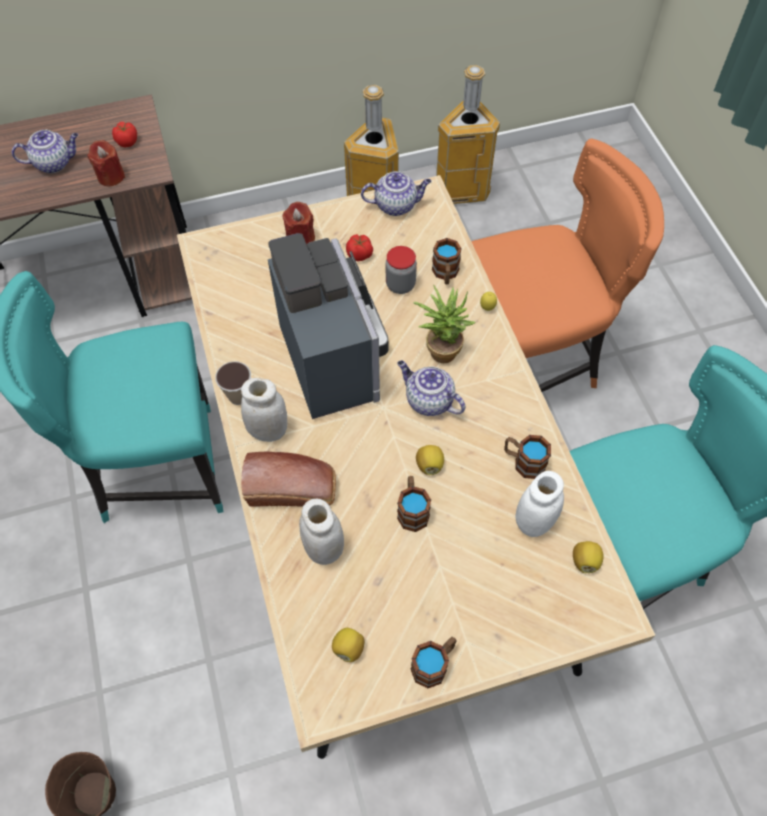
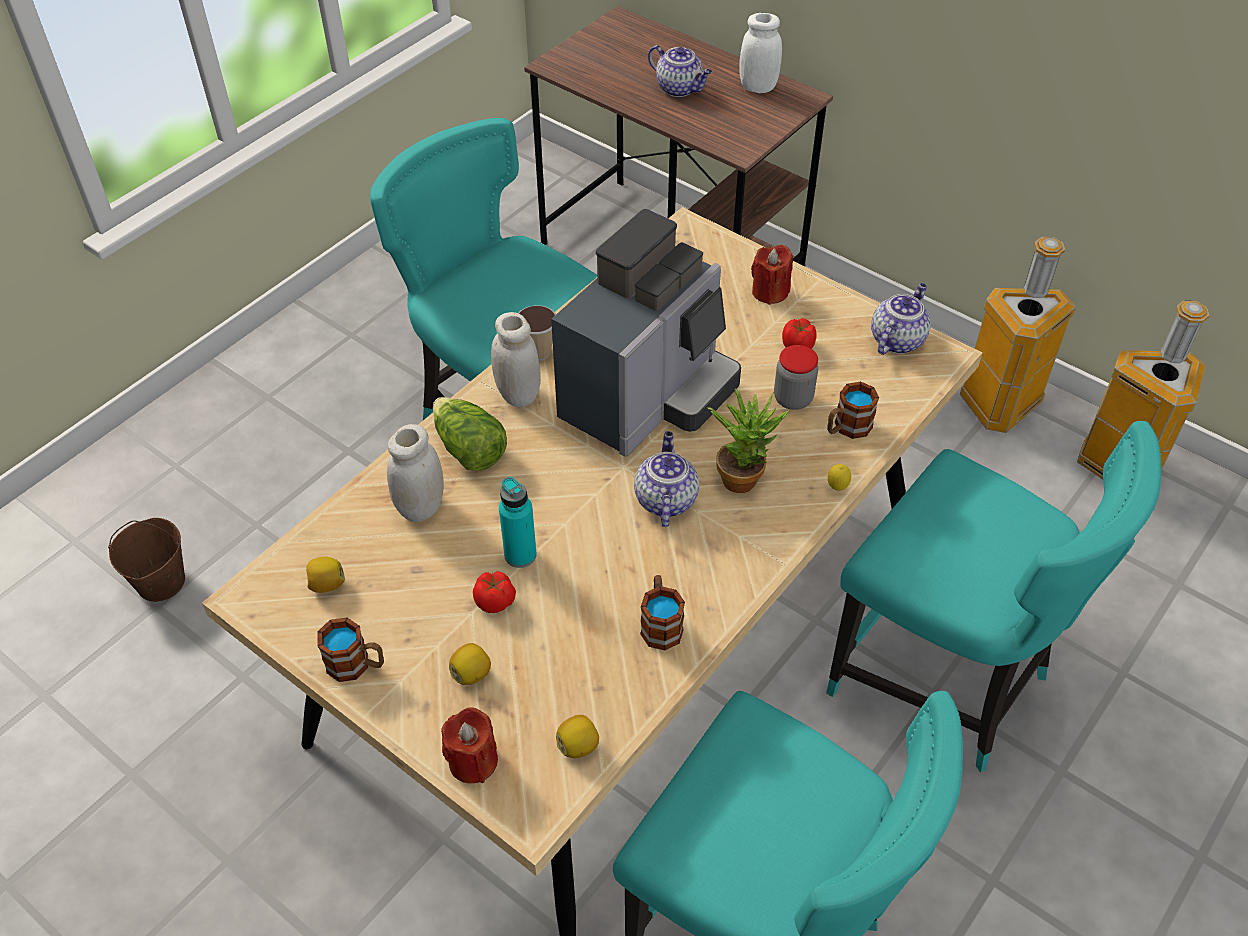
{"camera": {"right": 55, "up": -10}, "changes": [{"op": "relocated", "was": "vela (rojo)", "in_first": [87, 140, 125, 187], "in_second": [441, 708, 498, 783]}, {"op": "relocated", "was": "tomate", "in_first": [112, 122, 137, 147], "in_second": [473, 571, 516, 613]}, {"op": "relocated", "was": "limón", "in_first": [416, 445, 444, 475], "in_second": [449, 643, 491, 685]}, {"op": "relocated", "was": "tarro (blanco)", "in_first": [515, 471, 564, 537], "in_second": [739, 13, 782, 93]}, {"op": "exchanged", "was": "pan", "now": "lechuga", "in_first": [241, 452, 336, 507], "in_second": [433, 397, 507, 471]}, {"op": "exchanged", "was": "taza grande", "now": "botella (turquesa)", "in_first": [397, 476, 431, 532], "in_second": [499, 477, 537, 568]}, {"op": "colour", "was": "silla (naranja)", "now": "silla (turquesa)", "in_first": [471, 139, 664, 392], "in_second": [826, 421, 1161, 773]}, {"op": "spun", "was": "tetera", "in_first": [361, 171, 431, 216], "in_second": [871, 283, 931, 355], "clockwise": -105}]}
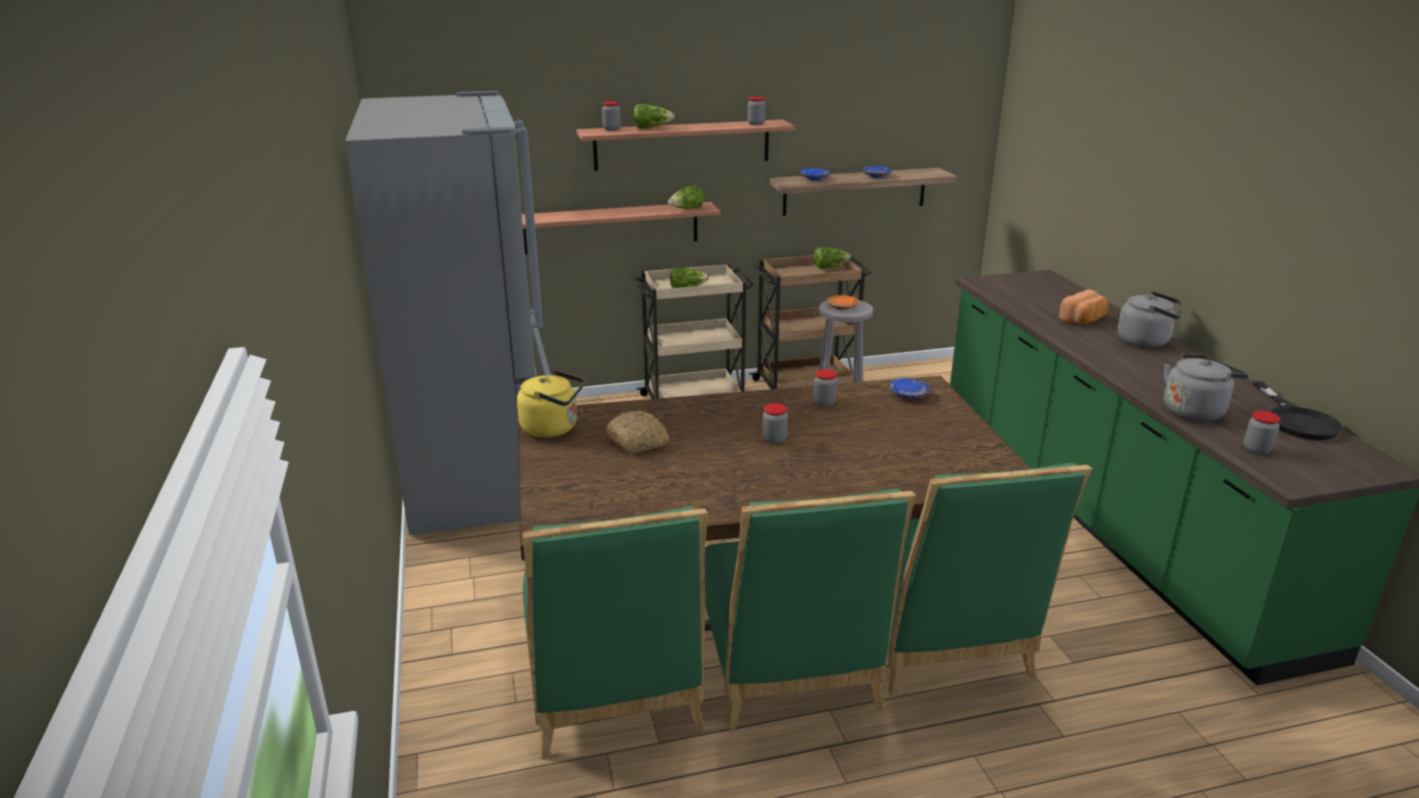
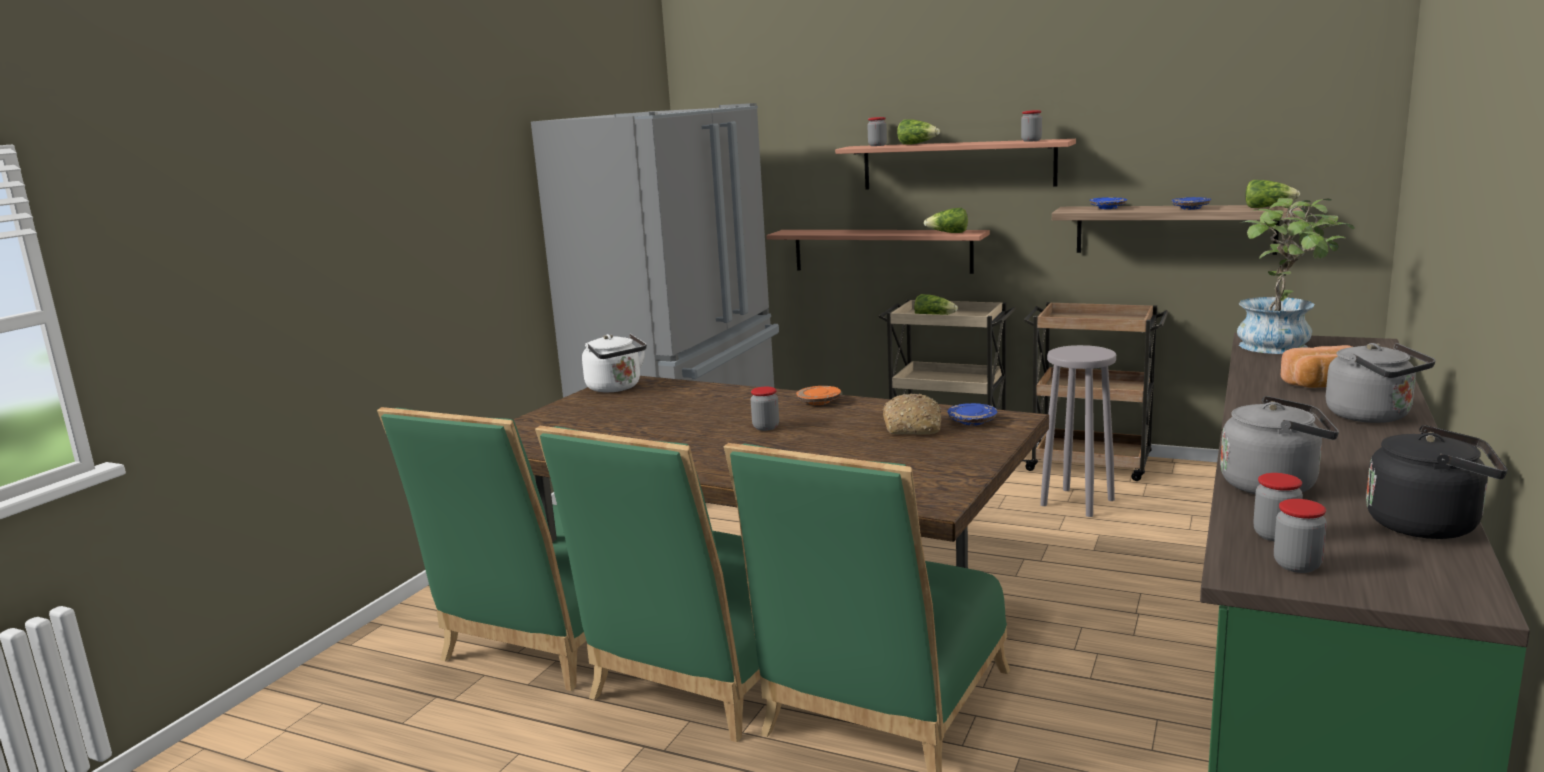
{"camera": {"right": 40, "up": -10}, "changes": [{"op": "appeared", "now": "planta en maceta", "in_second": [1237, 198, 1355, 354]}, {"op": "relocated", "was": "pan", "in_first": [606, 411, 669, 454], "in_second": [883, 394, 942, 435]}, {"op": "relocated", "was": "tarro", "in_first": [813, 369, 837, 407], "in_second": [1274, 499, 1327, 573]}, {"op": "relocated", "was": "lechuga", "in_first": [814, 247, 851, 269], "in_second": [1245, 180, 1300, 208]}, {"op": "relocated", "was": "plato (naranja)", "in_first": [827, 295, 859, 310], "in_second": [796, 386, 841, 405]}, {"op": "exchanged", "was": "sartén (negro)", "now": "hervidor (negro)", "in_first": [1253, 381, 1343, 441], "in_second": [1366, 425, 1508, 539]}, {"op": "colour", "was": "hervidor (amarillo)", "now": "hervidor (blanco)", "in_first": [517, 370, 585, 438], "in_second": [582, 334, 647, 393]}]}
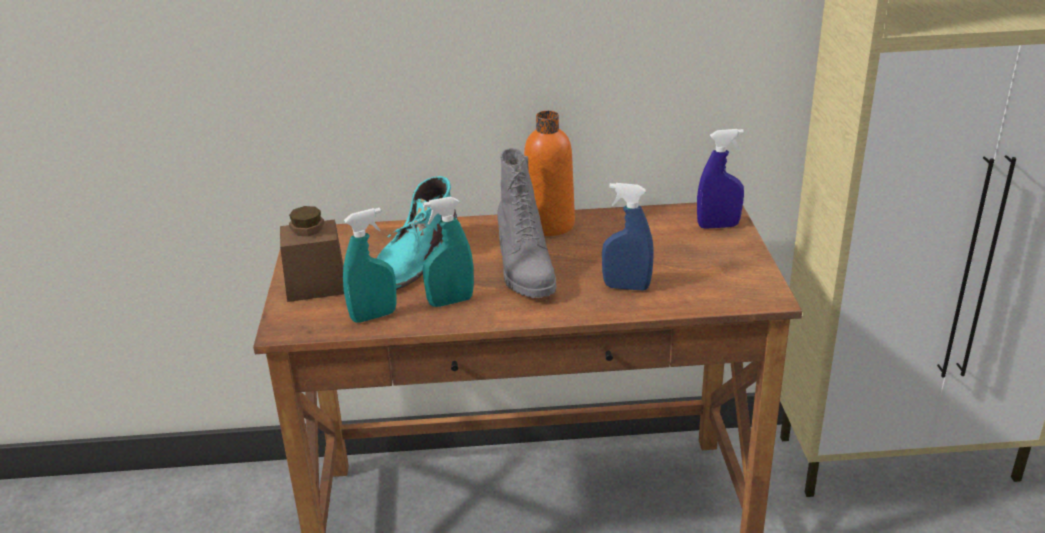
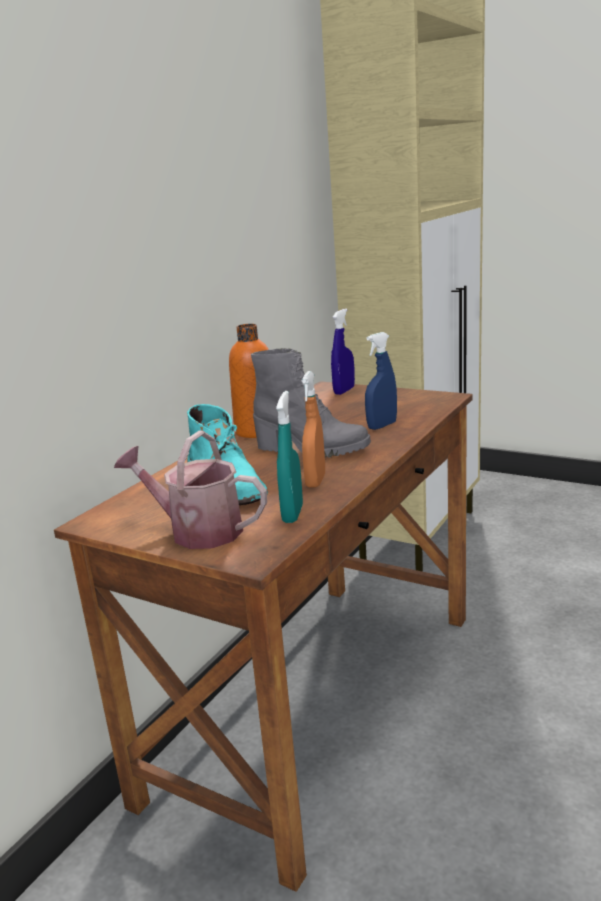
{"camera": {"right": -55, "up": -10}, "changes": [{"op": "exchanged", "was": "tarro (marrón)", "now": "regadera", "in_first": [280, 206, 344, 302], "in_second": [114, 431, 267, 549]}, {"op": "colour", "was": "pulverizador (turquesa)", "now": "pulverizador (naranja)", "in_first": [423, 197, 474, 307], "in_second": [302, 371, 325, 488]}]}
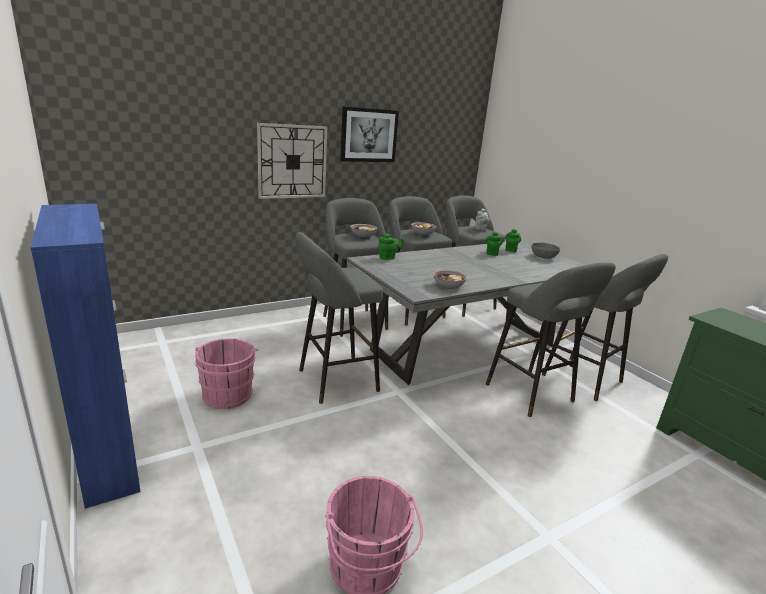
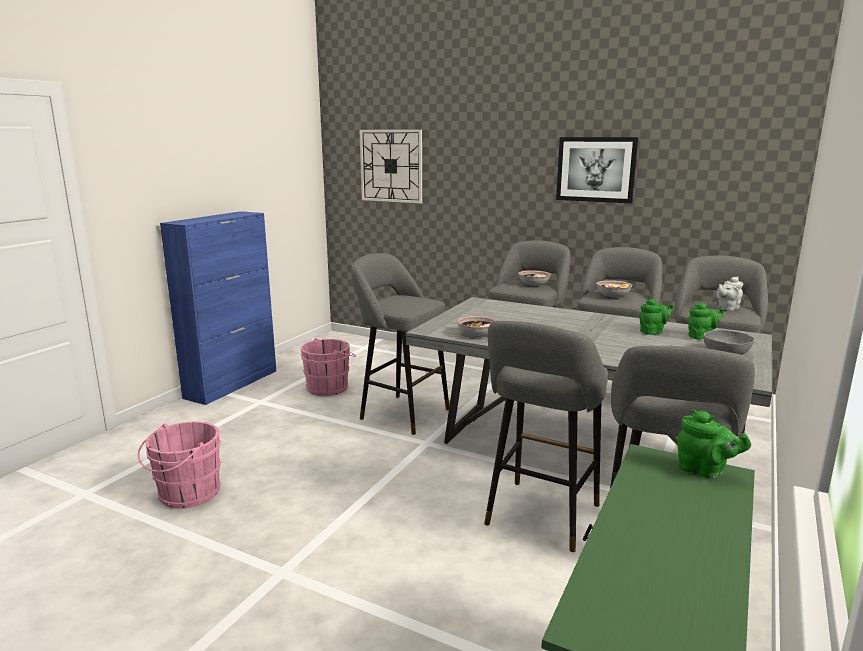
{"camera": {"right": 60, "up": -5}, "changes": [{"op": "relocated", "was": "reloj de pared", "in_first": [257, 123, 327, 199], "in_second": [359, 129, 422, 203]}, {"op": "relocated", "was": "tetera (verde)", "in_first": [378, 234, 404, 260], "in_second": [677, 409, 751, 479]}]}
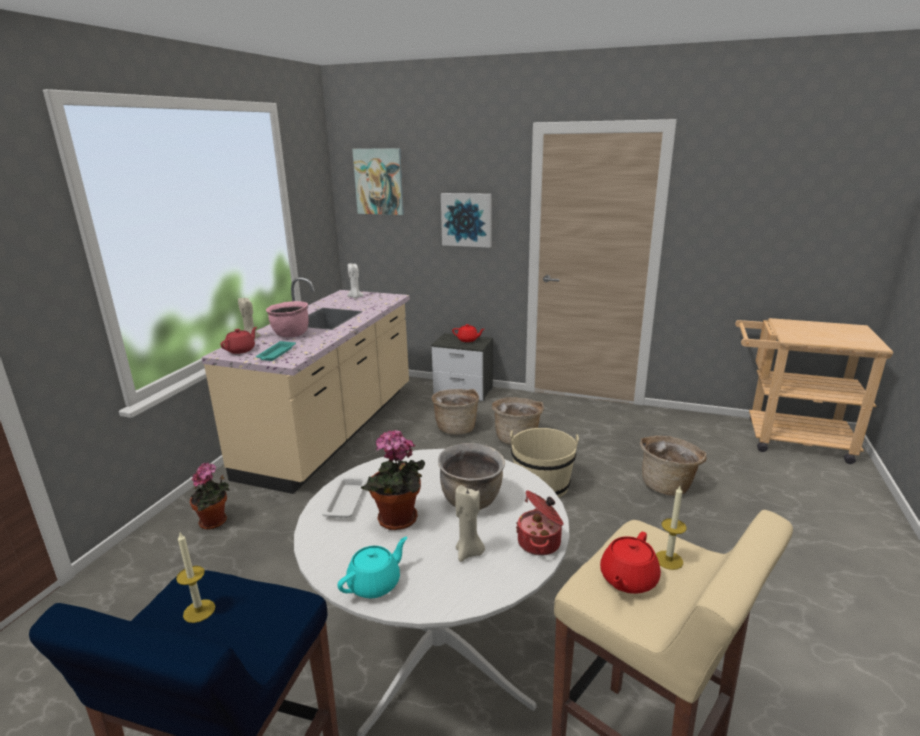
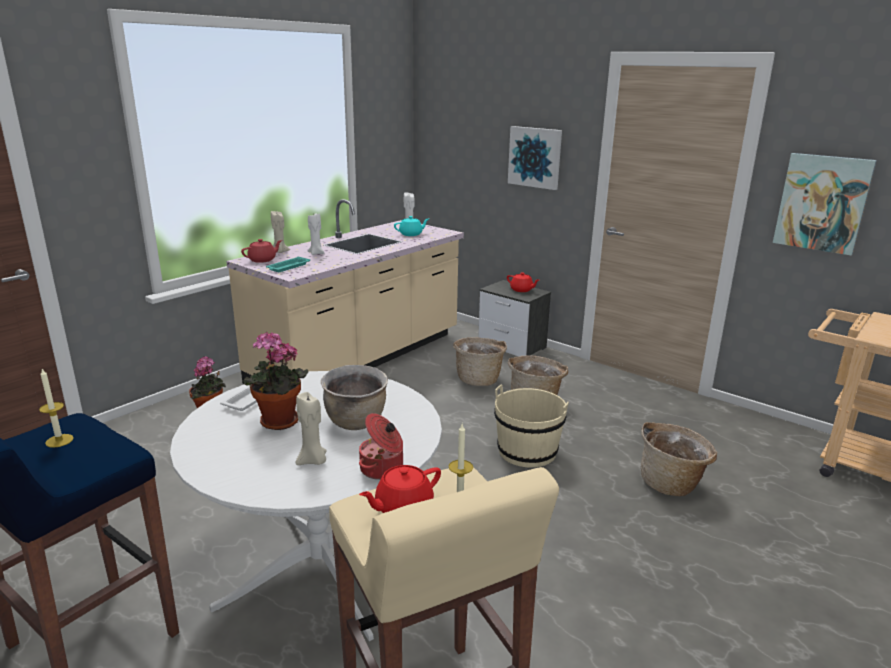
{"camera": {"right": 20, "up": 0}, "changes": [{"op": "relocated", "was": "tetera (turquesa)", "in_first": [338, 537, 407, 598], "in_second": [394, 216, 429, 236]}, {"op": "relocated", "was": "cuadro", "in_first": [352, 148, 404, 215], "in_second": [773, 153, 877, 255]}, {"op": "exchanged", "was": "olla (rosa)", "now": "vela (blanco)", "in_first": [266, 301, 309, 337], "in_second": [307, 213, 324, 255]}]}
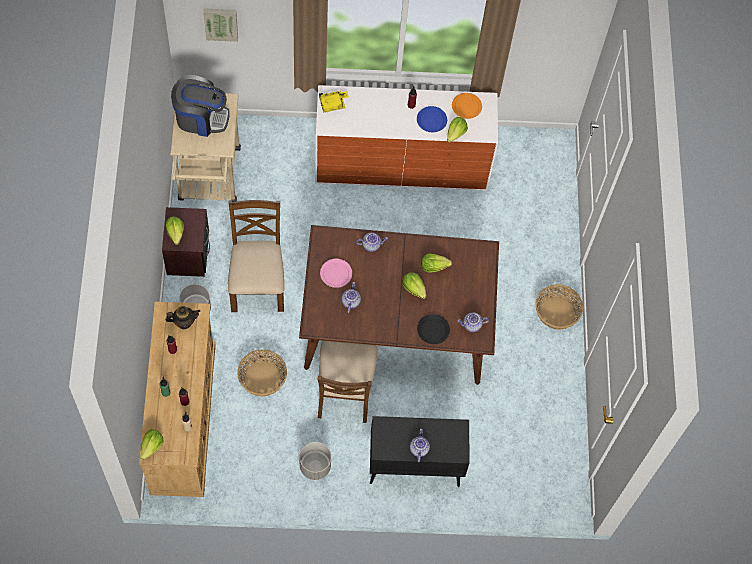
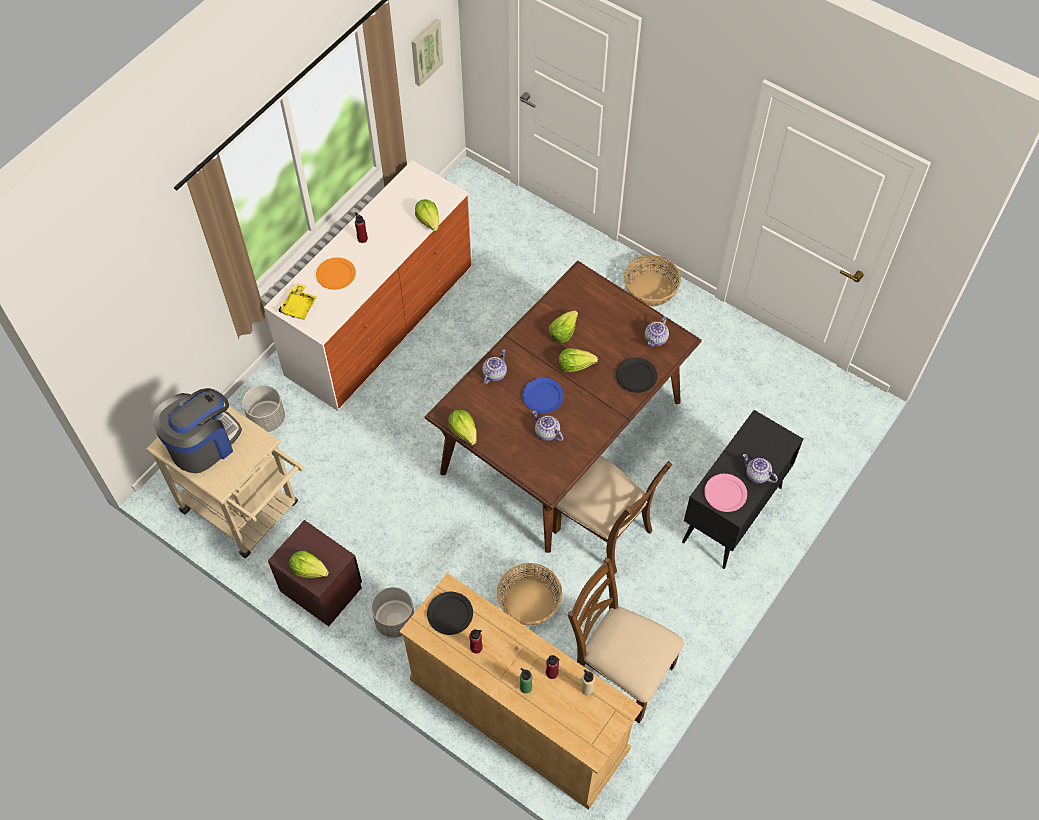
{"camera": {"right": -50, "up": -5}, "changes": [{"op": "relocated", "was": "lechuga", "in_first": [140, 429, 164, 460], "in_second": [448, 410, 476, 445]}, {"op": "relocated", "was": "cuadro", "in_first": [203, 9, 238, 42], "in_second": [411, 19, 443, 86]}, {"op": "relocated", "was": "silla (marrón)", "in_first": [228, 200, 285, 312], "in_second": [567, 557, 684, 723]}, {"op": "relocated", "was": "maceta (gris)", "in_first": [300, 442, 331, 480], "in_second": [242, 385, 285, 432]}, {"op": "relocated", "was": "plato (rosa)", "in_first": [320, 259, 352, 288], "in_second": [704, 474, 747, 512]}, {"op": "relocated", "was": "plato (azul)", "in_first": [417, 106, 447, 132], "in_second": [522, 378, 564, 413]}, {"op": "relocated", "was": "plato (naranja)", "in_first": [452, 93, 482, 119], "in_second": [316, 257, 356, 290]}, {"op": "exchanged", "was": "tetera", "now": "plato (negro)", "in_first": [165, 306, 200, 329], "in_second": [427, 592, 473, 635]}]}
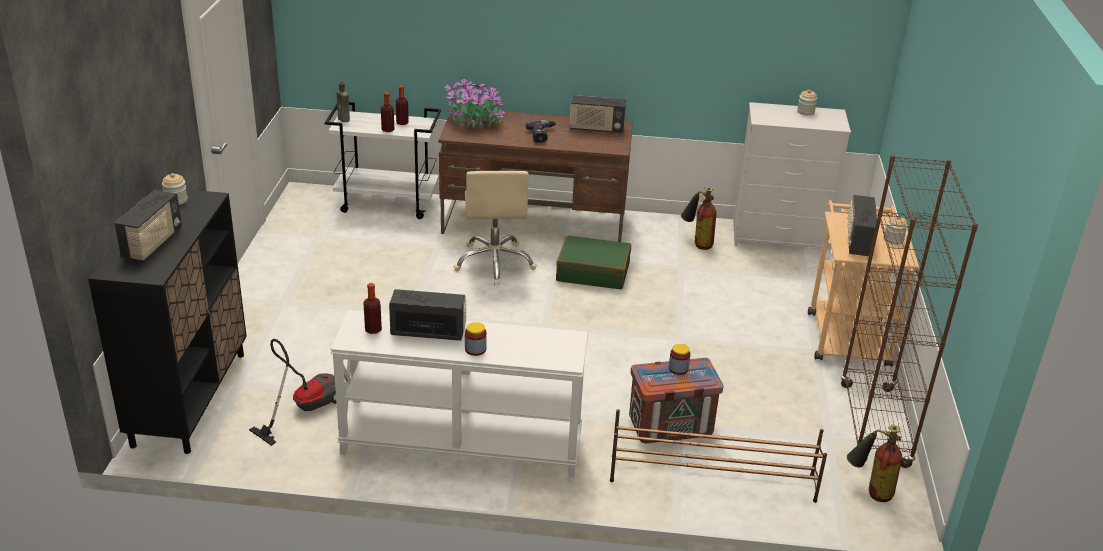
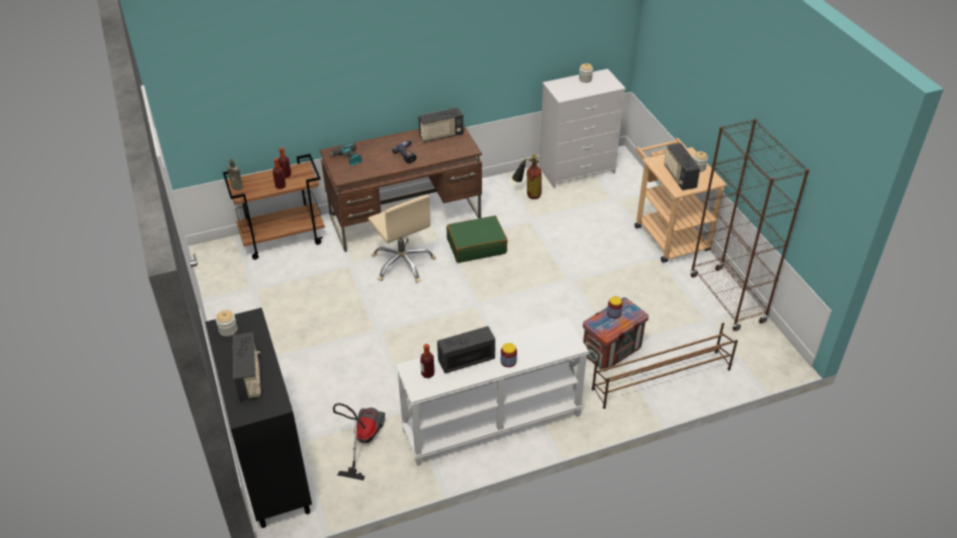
{"camera": {"right": -25, "up": 10}, "changes": [{"op": "missing", "was": "extintor", "in_first": [847, 424, 902, 502]}, {"op": "exchanged", "was": "planta en maceta", "now": "taladro", "in_first": [444, 77, 505, 128], "in_second": [329, 143, 362, 166]}, {"op": "colour", "was": "carrito (blanco)", "now": "carrito (marrón)", "in_first": [325, 102, 441, 219], "in_second": [223, 154, 325, 260]}]}
